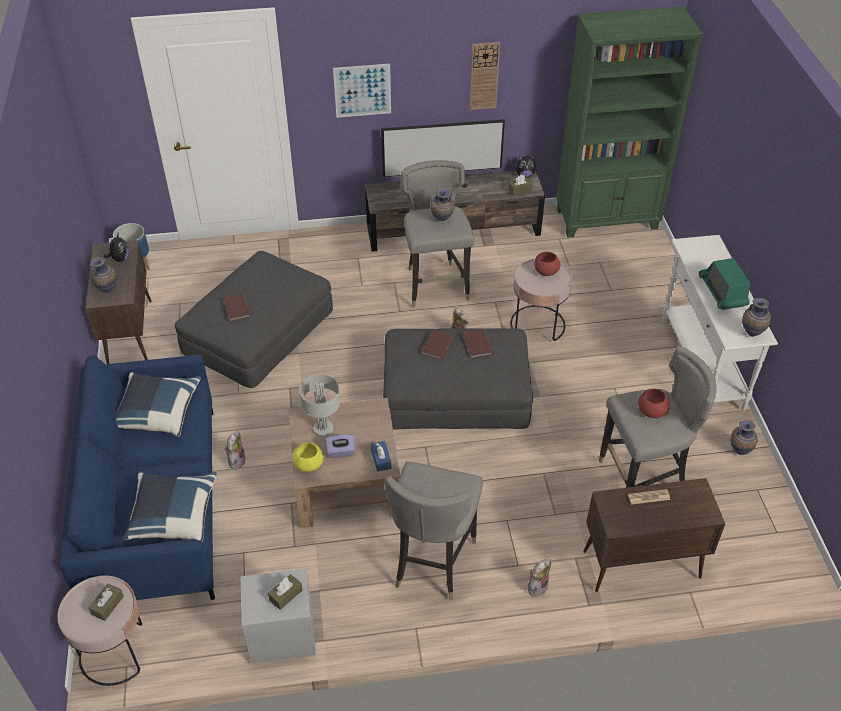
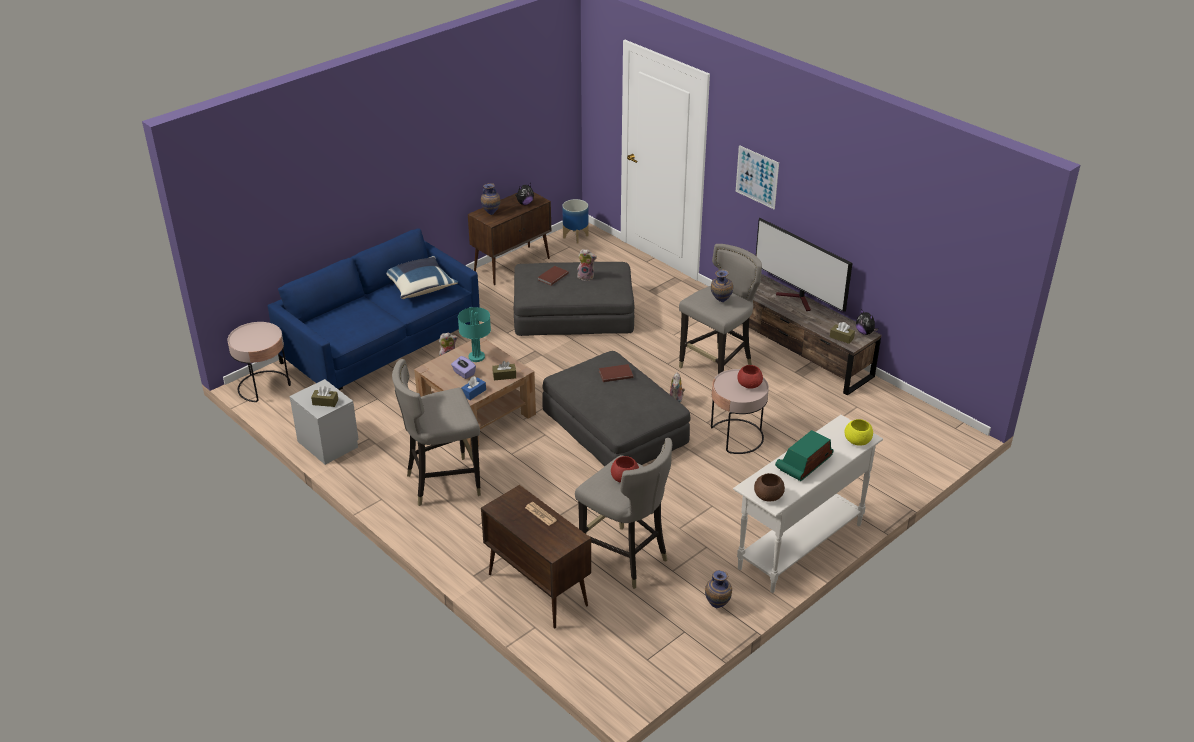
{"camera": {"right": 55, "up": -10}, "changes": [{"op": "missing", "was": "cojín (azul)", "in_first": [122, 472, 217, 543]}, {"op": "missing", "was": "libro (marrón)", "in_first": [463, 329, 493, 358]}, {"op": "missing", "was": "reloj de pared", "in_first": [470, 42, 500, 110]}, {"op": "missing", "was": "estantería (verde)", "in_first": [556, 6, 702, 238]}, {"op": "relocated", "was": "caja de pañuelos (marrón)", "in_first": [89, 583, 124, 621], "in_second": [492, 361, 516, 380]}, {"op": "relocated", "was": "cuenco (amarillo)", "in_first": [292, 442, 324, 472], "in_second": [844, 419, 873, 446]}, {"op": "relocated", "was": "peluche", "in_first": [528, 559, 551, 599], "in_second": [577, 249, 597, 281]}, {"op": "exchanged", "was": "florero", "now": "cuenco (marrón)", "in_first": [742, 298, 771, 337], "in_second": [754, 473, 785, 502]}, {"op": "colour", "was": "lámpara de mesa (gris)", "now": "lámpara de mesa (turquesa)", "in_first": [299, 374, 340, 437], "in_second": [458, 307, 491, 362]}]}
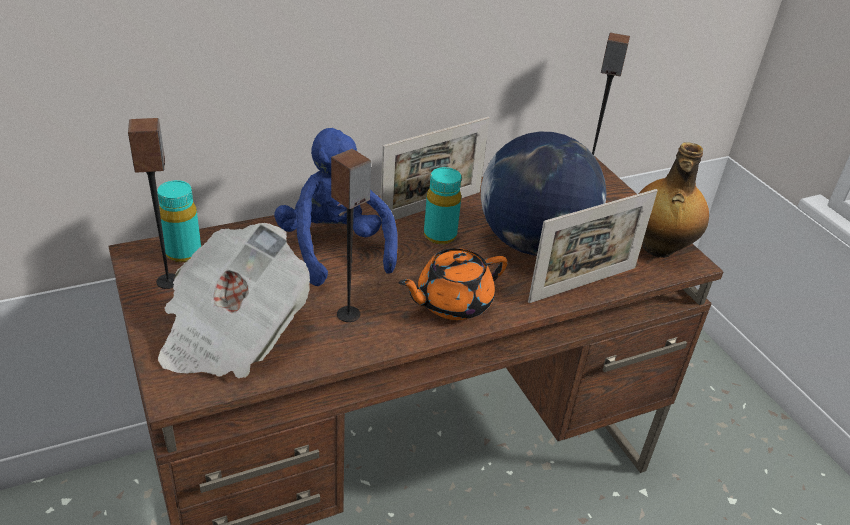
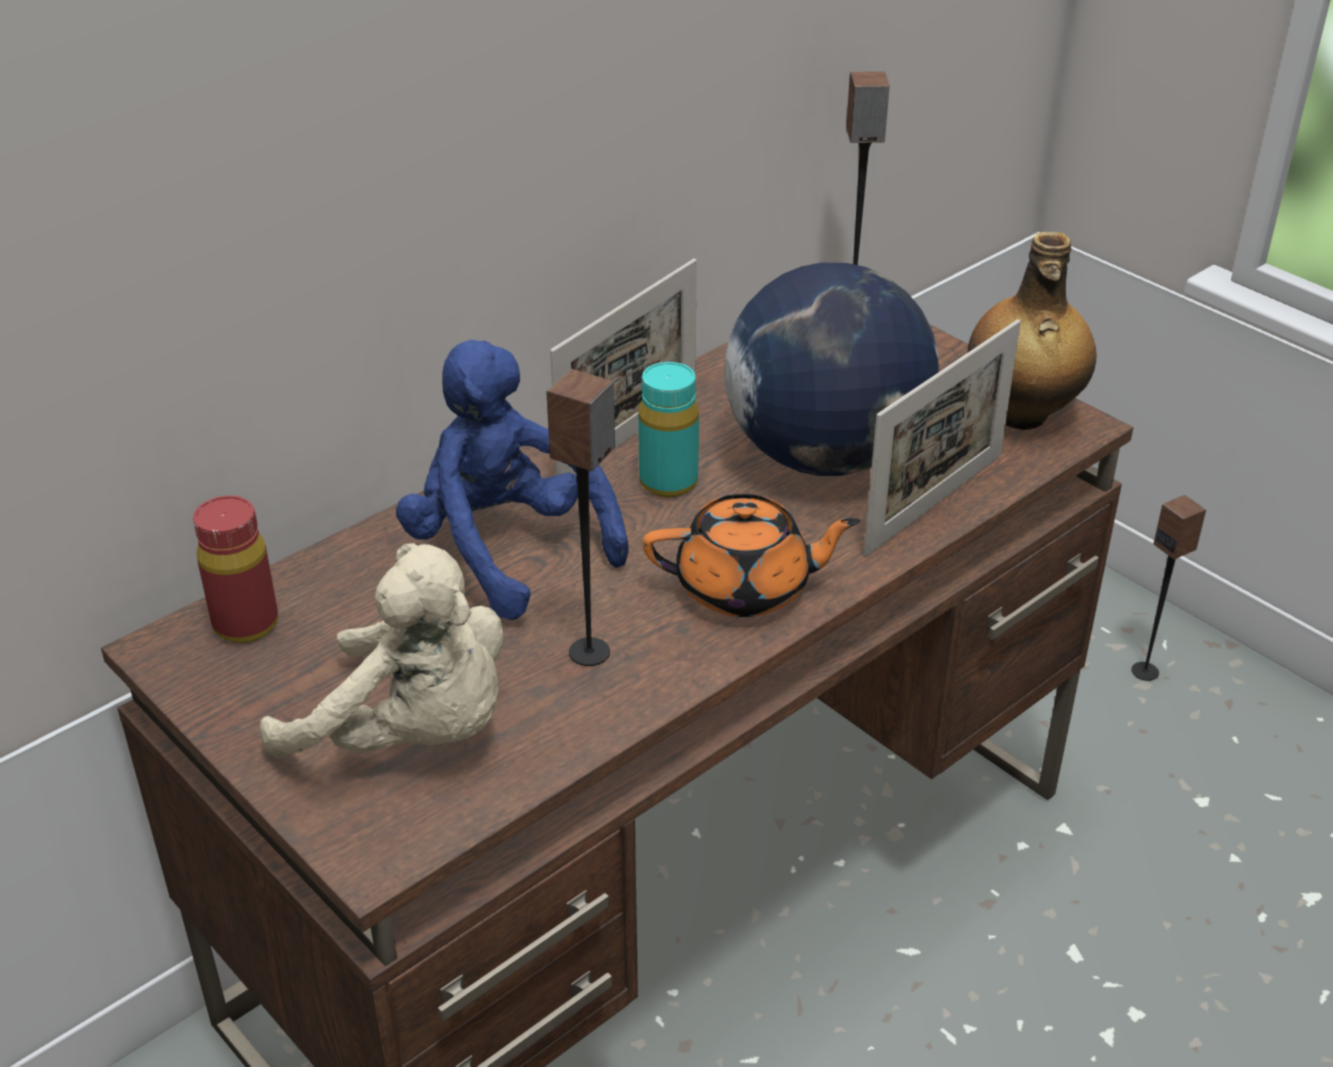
{"camera": {"right": -15, "up": 0}, "changes": [{"op": "relocated", "was": "altavoz", "in_first": [128, 118, 175, 289], "in_second": [1131, 495, 1206, 681]}, {"op": "exchanged", "was": "periódico", "now": "peluche (beis)", "in_first": [158, 223, 310, 378], "in_second": [260, 543, 504, 759]}, {"op": "colour", "was": "botella (turquesa)", "now": "botella (rojo)", "in_first": [157, 180, 201, 262], "in_second": [193, 496, 278, 643]}, {"op": "spun", "was": "tetera (naranja)", "in_first": [398, 248, 508, 320], "in_second": [643, 494, 860, 617], "clockwise": -135}]}
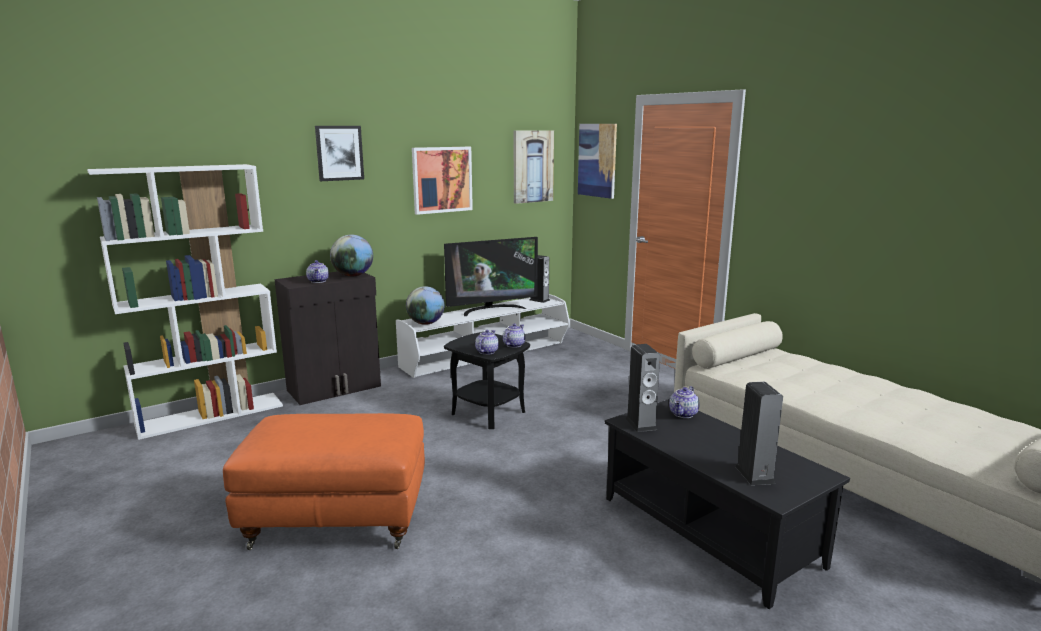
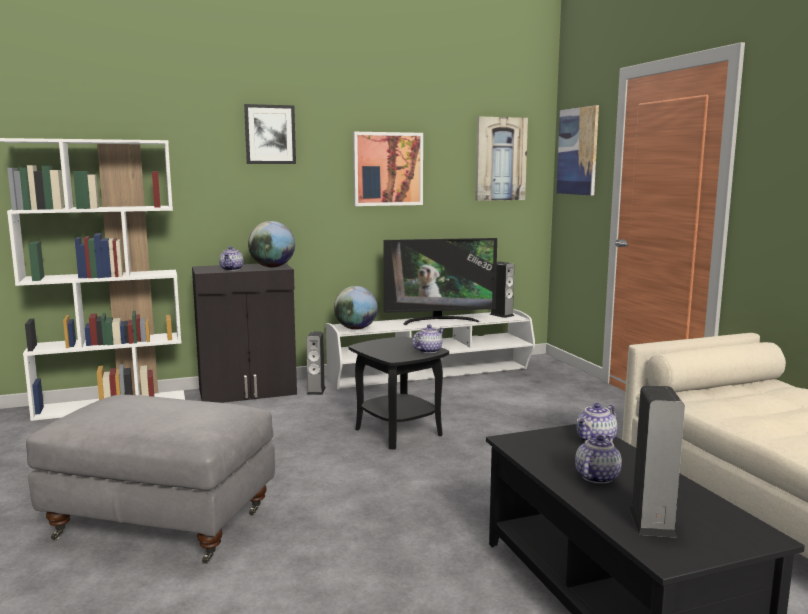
{"camera": {"right": 15, "up": -5}, "changes": [{"op": "relocated", "was": "tetera", "in_first": [475, 330, 499, 355], "in_second": [575, 435, 622, 484]}, {"op": "relocated", "was": "altavoz", "in_first": [625, 344, 660, 432], "in_second": [306, 332, 326, 395]}, {"op": "colour", "was": "puf (naranja)", "now": "puf (gris)", "in_first": [223, 413, 425, 550], "in_second": [26, 395, 275, 564]}]}
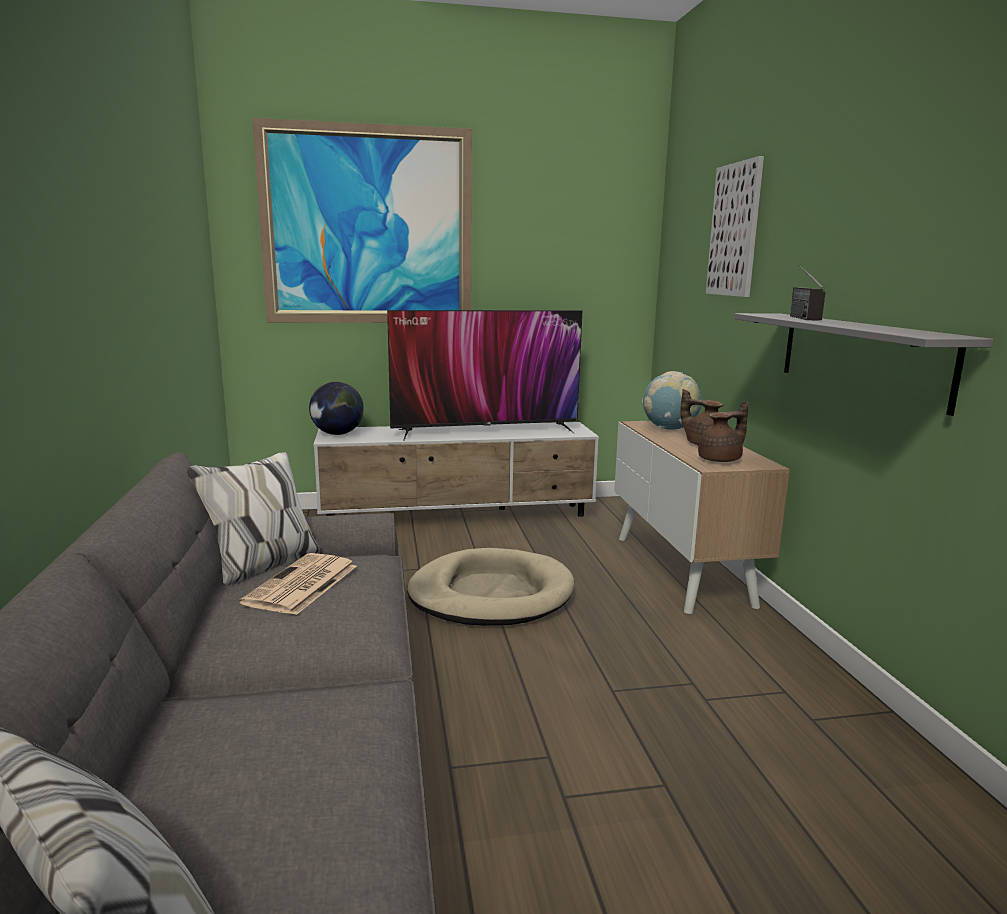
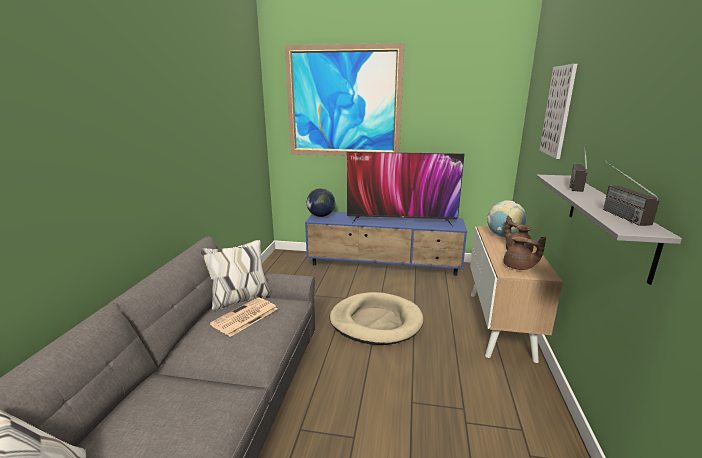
{"camera": {"right": 20, "up": 5}, "changes": [{"op": "appeared", "now": "radio", "in_second": [603, 161, 659, 226]}, {"op": "colour", "was": "mueble de televisión (blanco)", "now": "mueble de televisión (azul)", "in_first": [314, 422, 599, 517], "in_second": [305, 212, 467, 276]}, {"op": "spun", "was": "tetera (marrón)", "in_first": [698, 401, 749, 462], "in_second": [504, 237, 546, 270], "clockwise": 45}]}
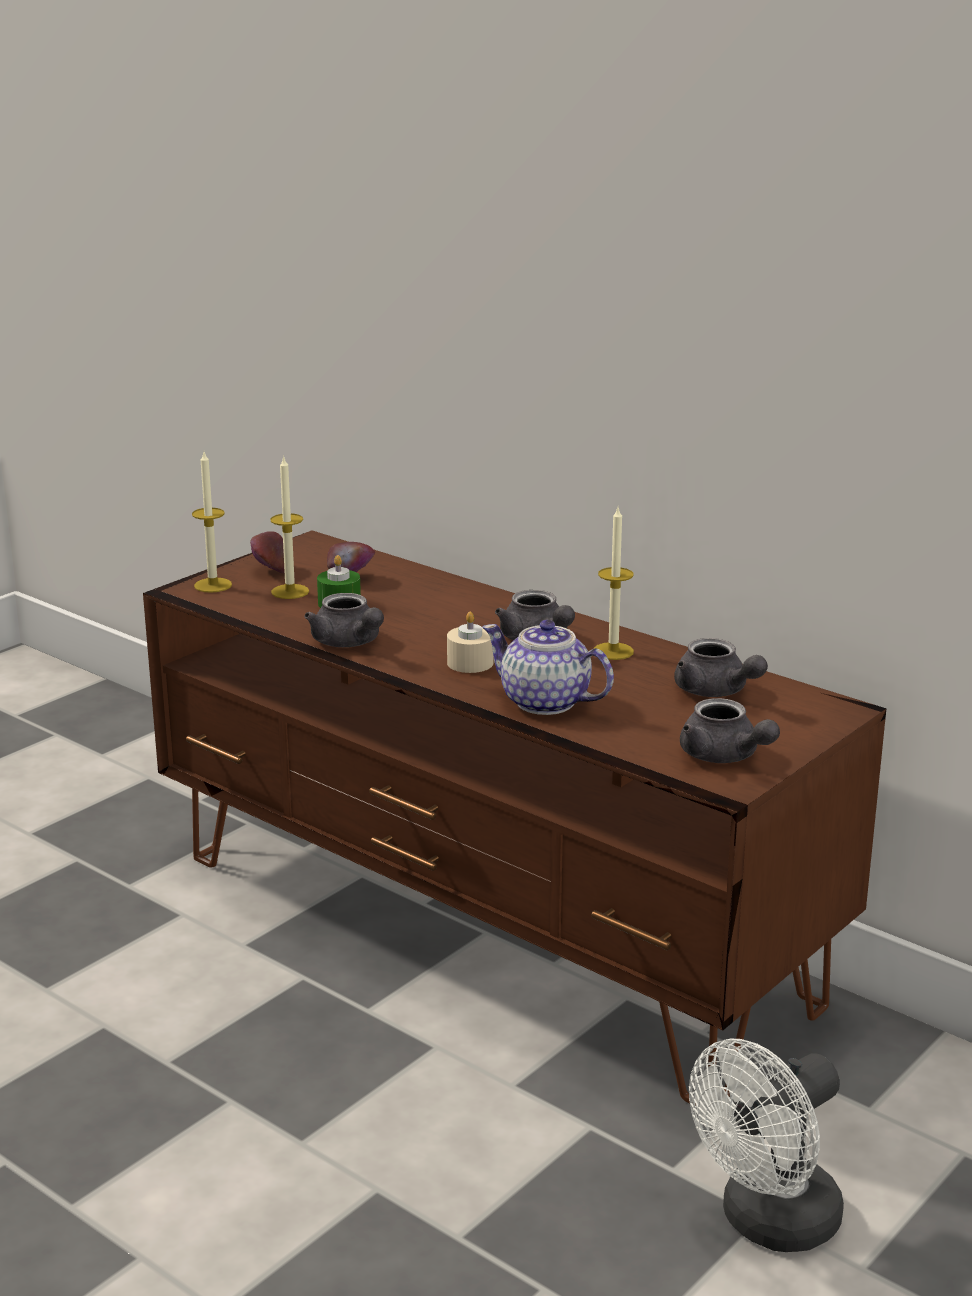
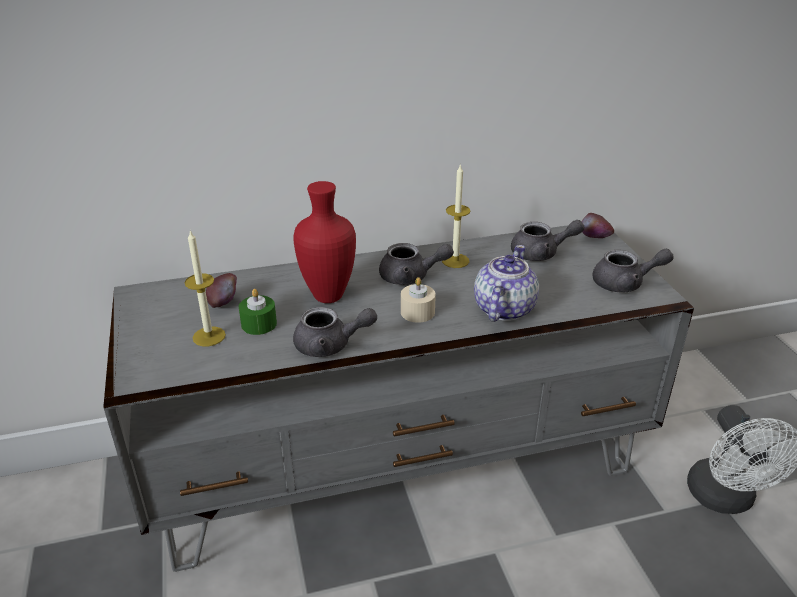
{"camera": {"right": -55, "up": 10}, "changes": [{"op": "missing", "was": "vela", "in_first": [192, 452, 232, 593]}, {"op": "appeared", "now": "florero (rojo)", "in_second": [294, 181, 356, 303]}, {"op": "relocated", "was": "manzana", "in_first": [250, 531, 285, 573], "in_second": [581, 213, 614, 238]}, {"op": "colour", "was": "mueble de televisión (marrón)", "now": "mueble de televisión (gris)", "in_first": [143, 530, 886, 1106], "in_second": [103, 225, 694, 572]}, {"op": "spun", "was": "tetera", "in_first": [482, 620, 614, 715], "in_second": [474, 245, 539, 322], "clockwise": 135}]}
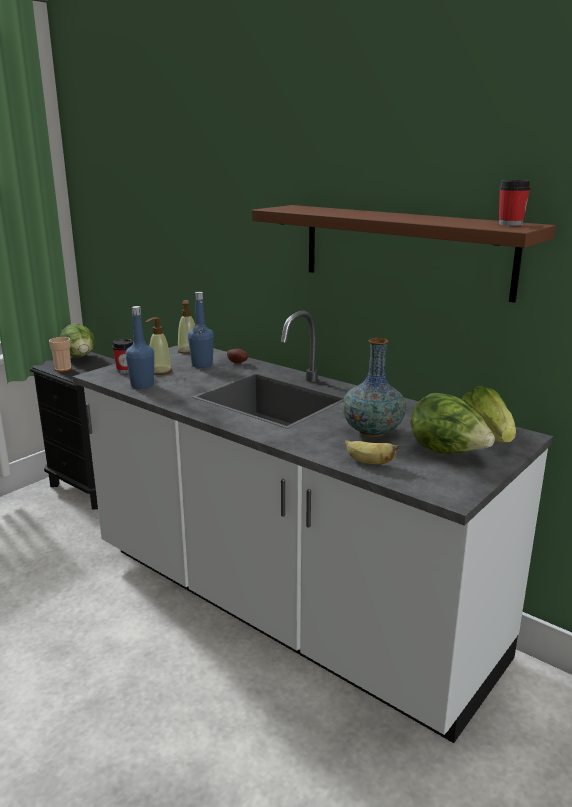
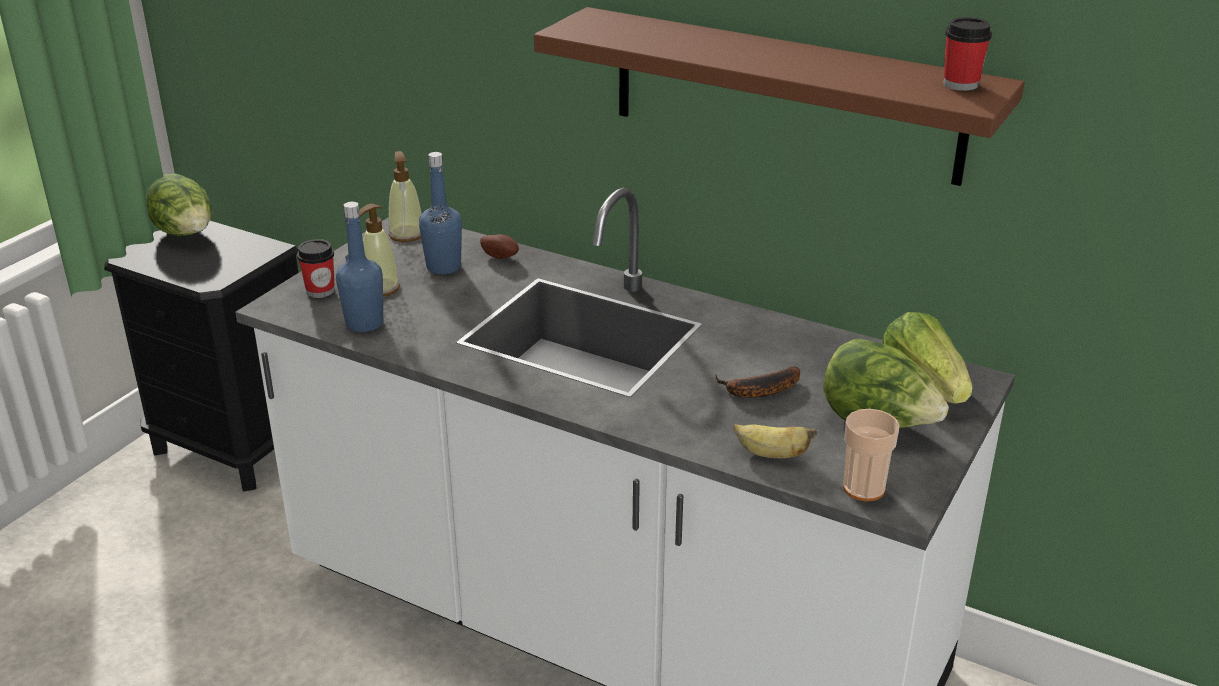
{"camera": {"right": -10, "up": 10}, "changes": [{"op": "relocated", "was": "taza", "in_first": [49, 337, 71, 372], "in_second": [843, 409, 900, 502]}, {"op": "exchanged", "was": "florero", "now": "plátano", "in_first": [342, 338, 406, 437], "in_second": [715, 366, 800, 397]}]}
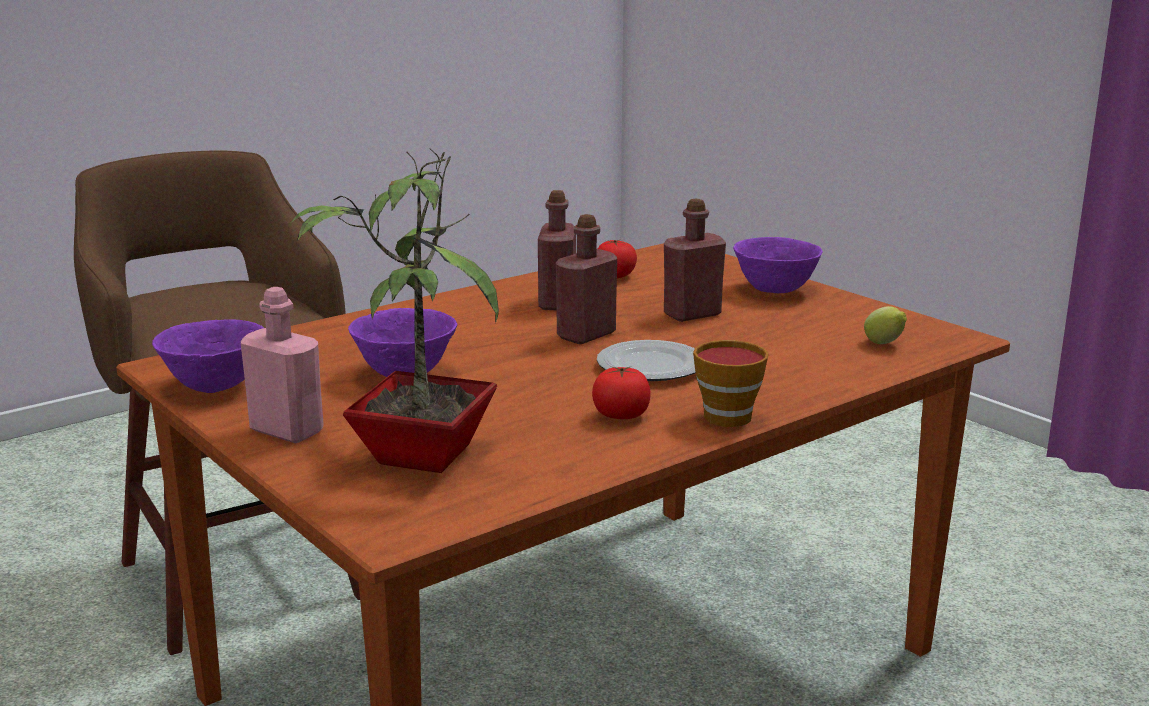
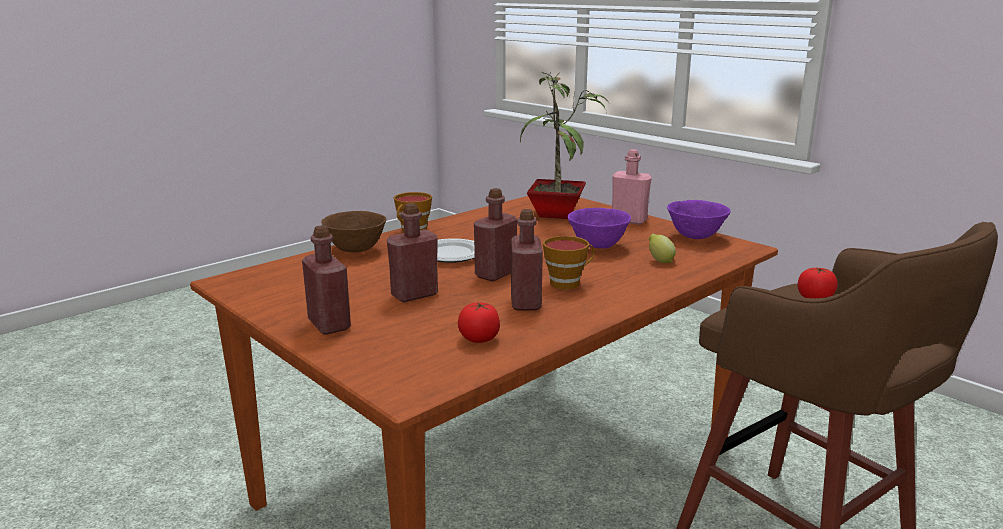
{"camera": {"right": 175, "up": 0}, "changes": [{"op": "appeared", "now": "cuenco (marrón)", "in_second": [321, 211, 387, 253]}, {"op": "appeared", "now": "taza", "in_second": [543, 236, 595, 289]}, {"op": "relocated", "was": "tomate", "in_first": [592, 366, 650, 419], "in_second": [797, 267, 838, 298]}, {"op": "relocated", "was": "limón", "in_first": [864, 306, 907, 344], "in_second": [649, 234, 676, 263]}, {"op": "exchanged", "was": "cuenco (morado)", "now": "botella (rojo)", "in_first": [733, 237, 823, 293], "in_second": [302, 225, 351, 335]}]}
